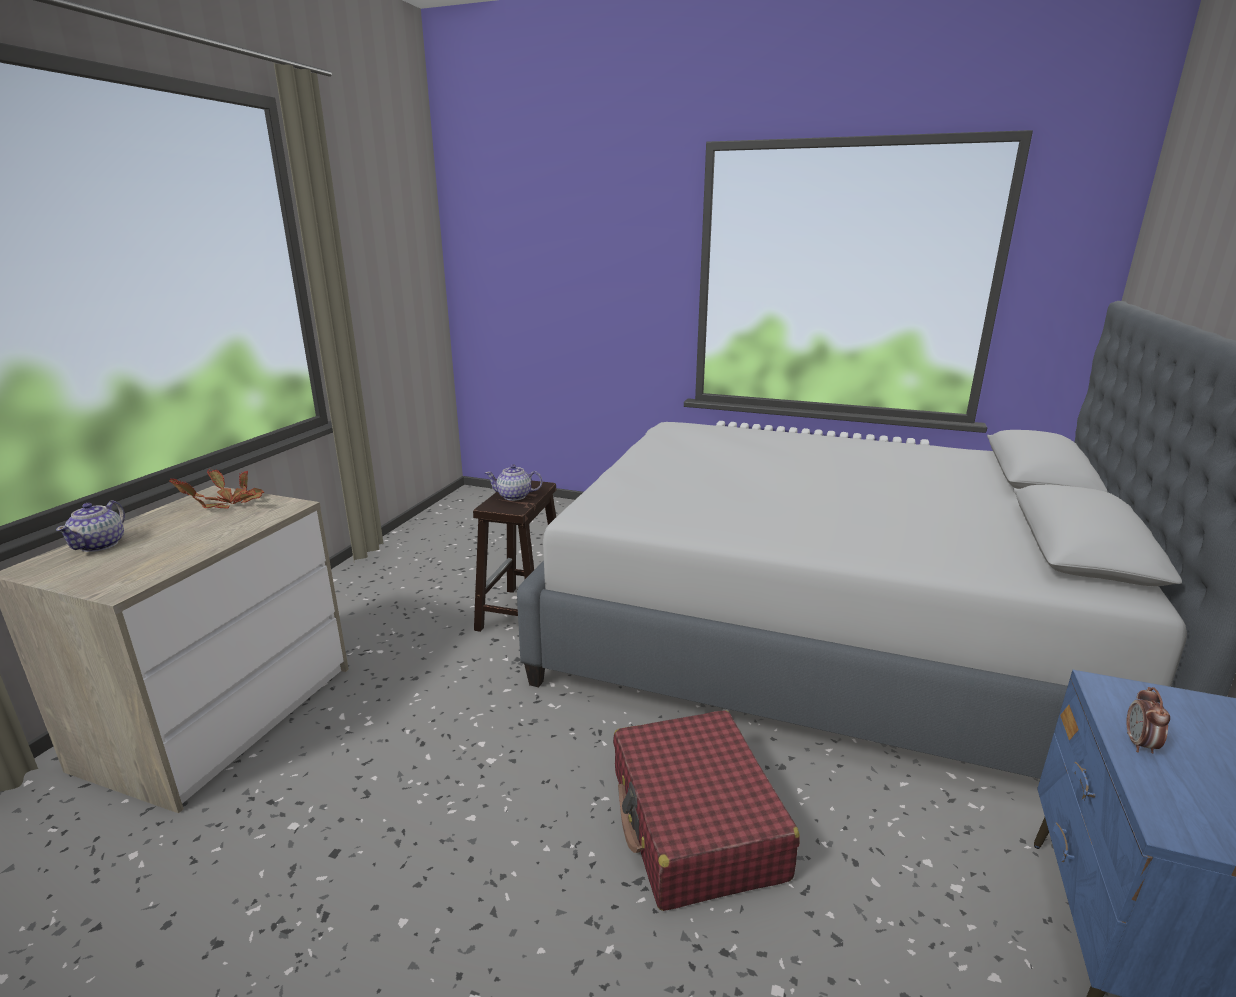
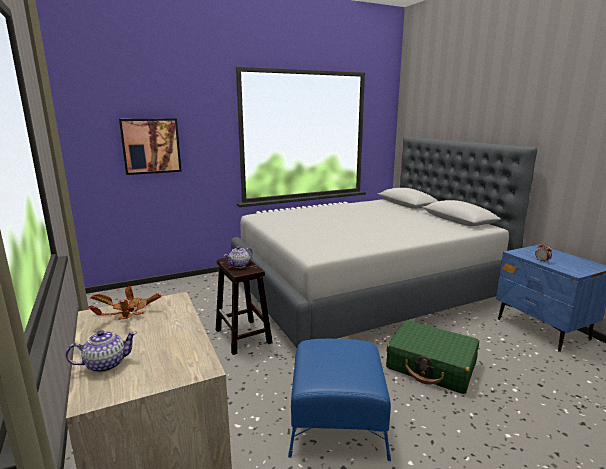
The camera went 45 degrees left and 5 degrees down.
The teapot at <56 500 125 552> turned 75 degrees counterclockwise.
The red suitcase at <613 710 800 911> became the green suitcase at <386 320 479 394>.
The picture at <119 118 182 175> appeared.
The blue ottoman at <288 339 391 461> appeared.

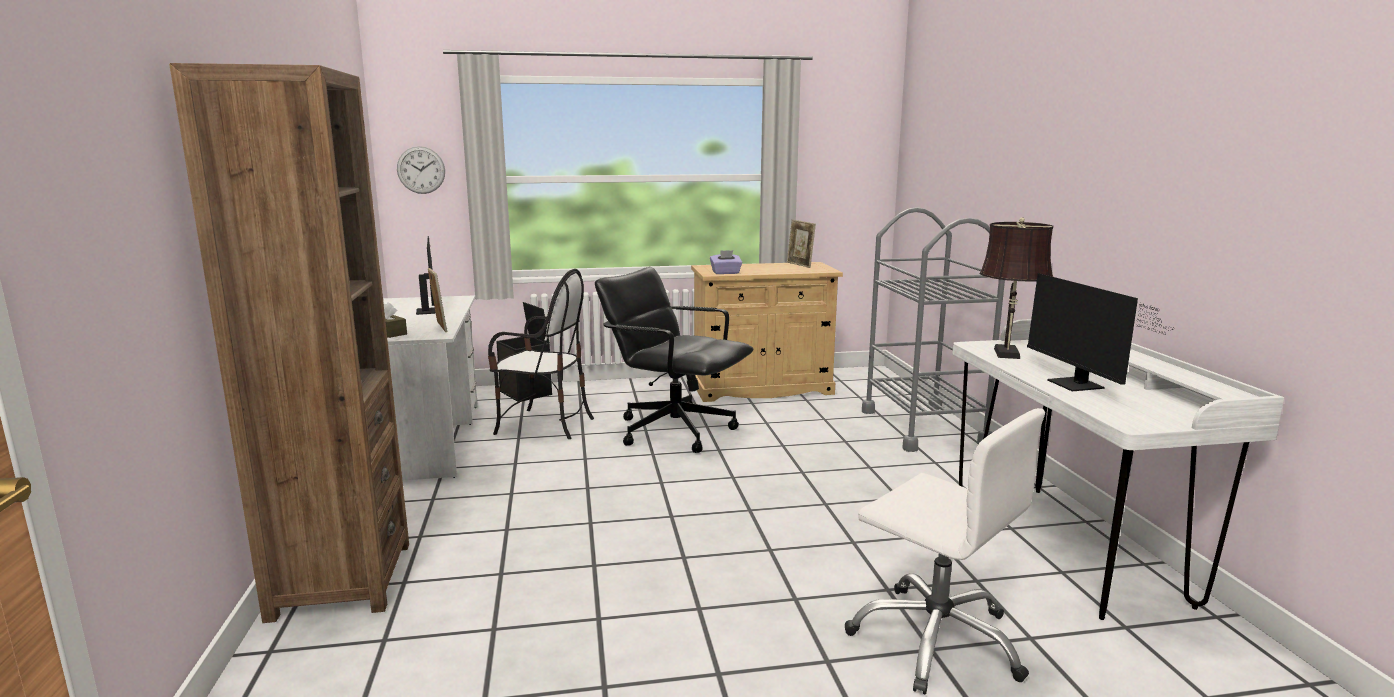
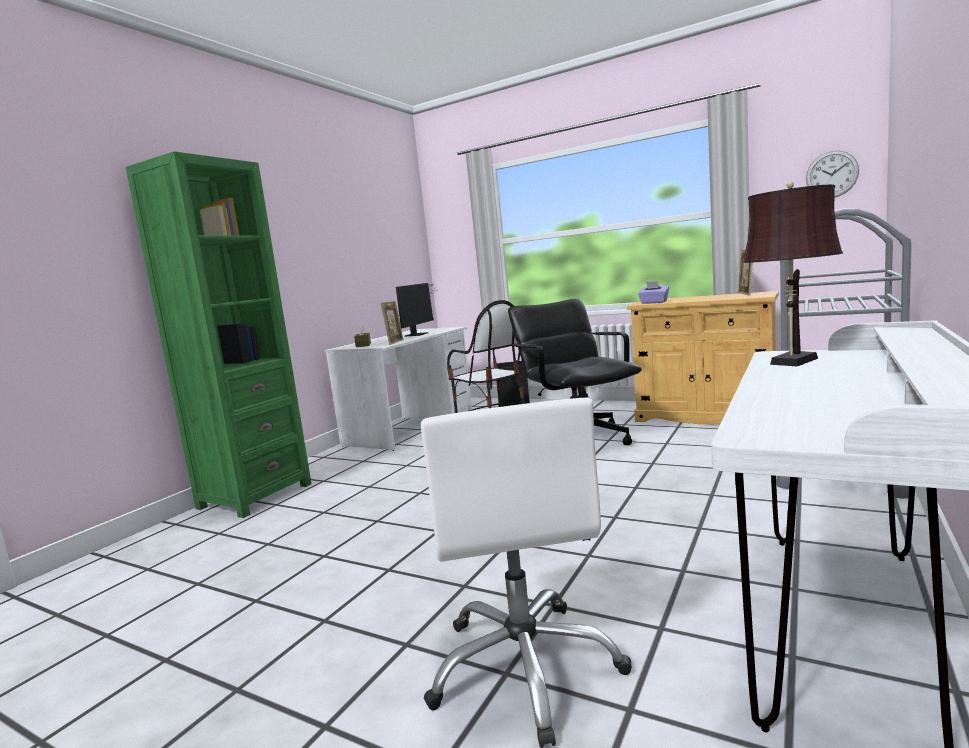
The camera went 40 degrees right and 5 degrees down.
The brown bookcase at <169 63 409 623> became the green bookcase at <126 151 312 518>.
The wall clock moved from <397 146 445 194> to <806 150 859 198>.
The monitor at <1027 273 1173 391> disappeared.

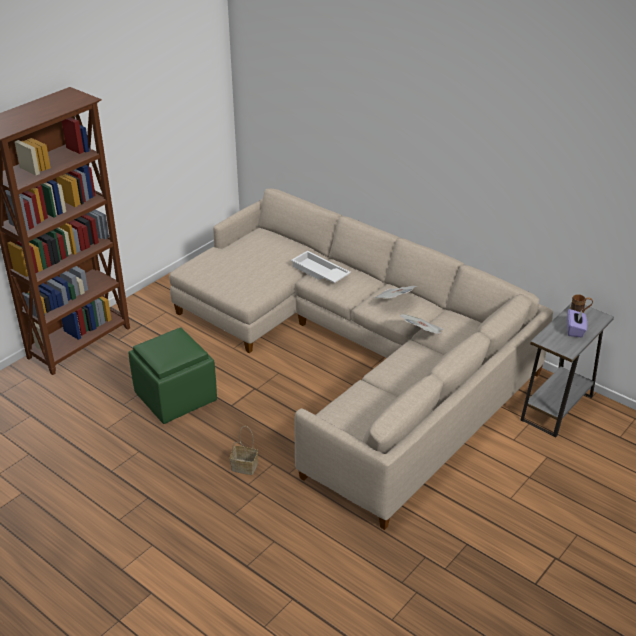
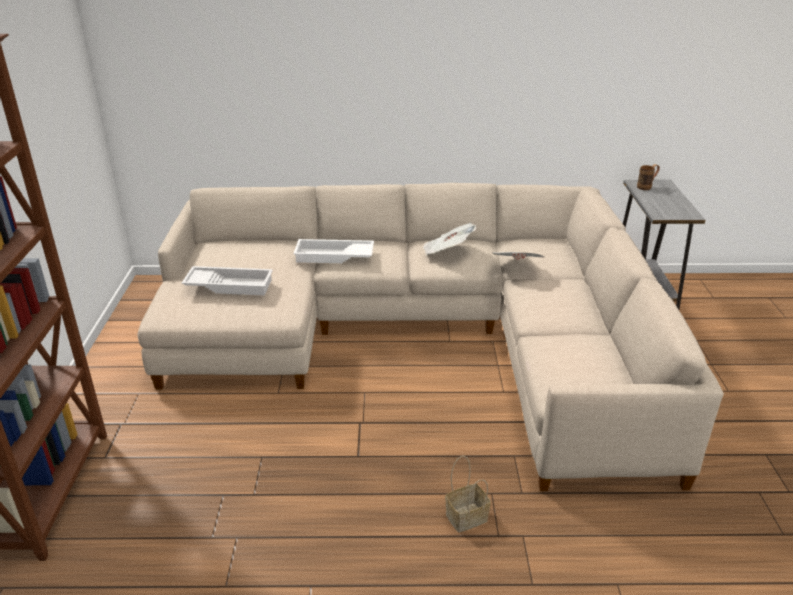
The camera went 40 degrees left and 5 degrees down.
The green ottoman at <128 327 217 424> disappeared.
The purple tissue box at <567 309 587 337> disappeared.
The white tray at <182 266 273 295> appeared.

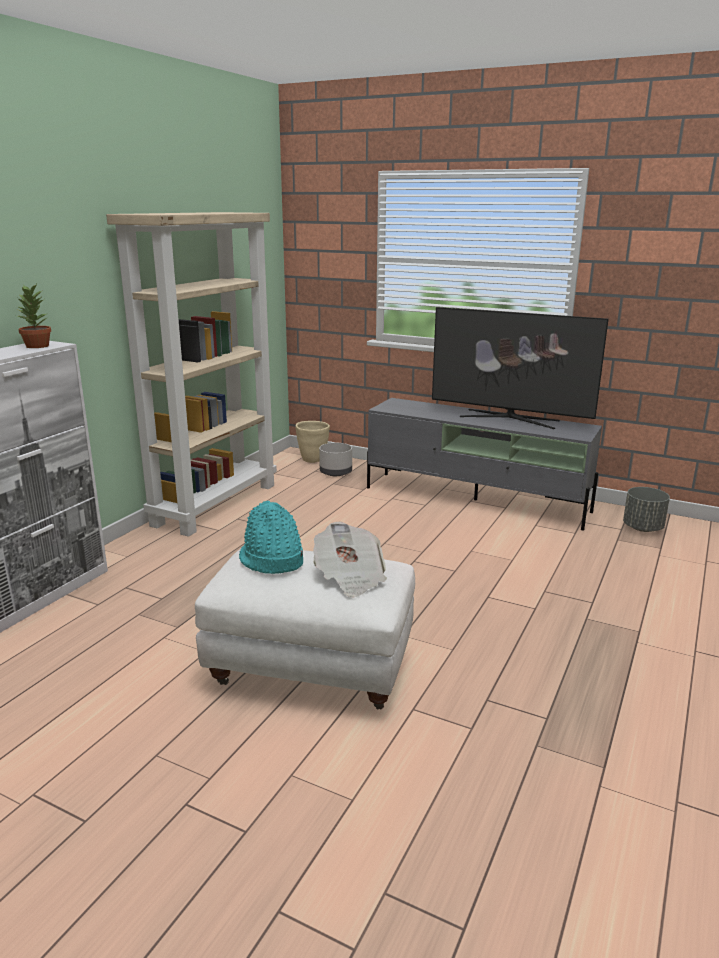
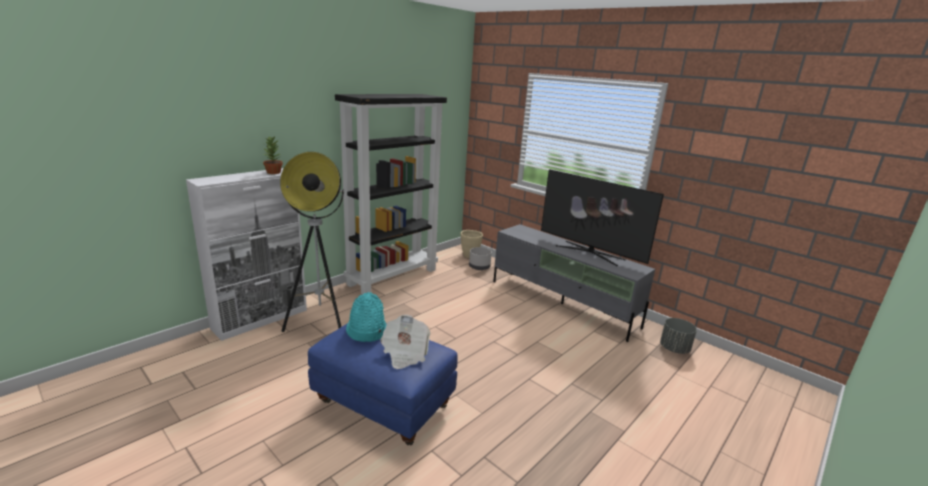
The camera went 15 degrees right and 0 degrees up.
The beige bookcase at <106 212 277 537> became the black bookcase at <335 94 447 295>.
The white ottoman at <195 548 415 710> became the blue ottoman at <308 323 458 445>.
The floor lamp at <280 152 345 332> appeared.

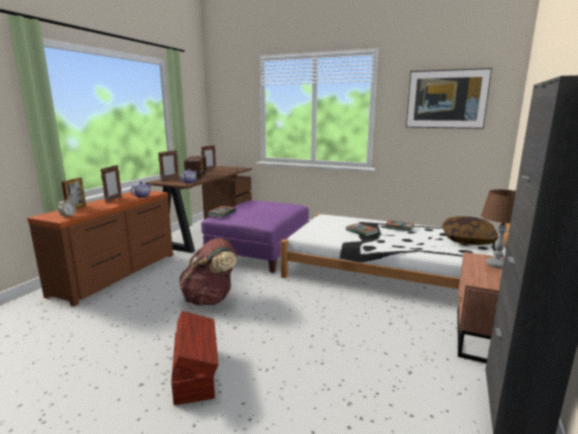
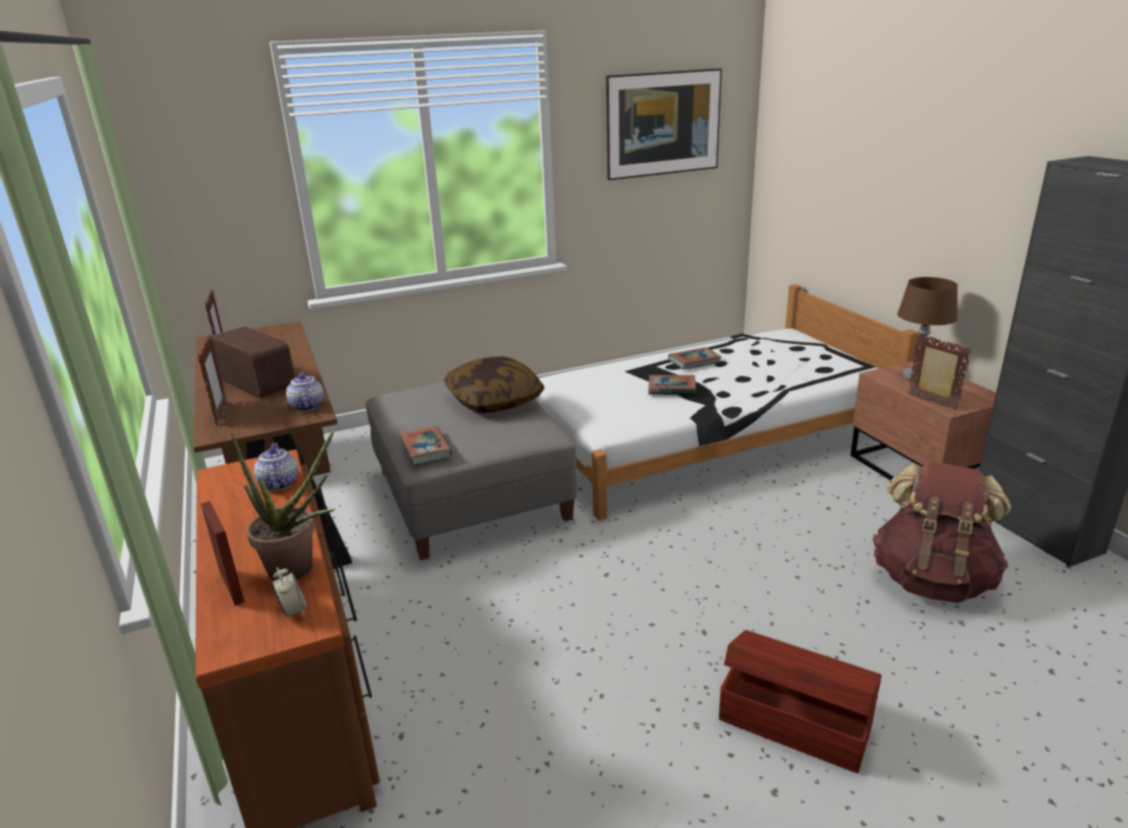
The camera went 45 degrees left and 10 degrees up.
The picture frame moved from <100 165 122 203> to <908 334 971 410>.
The brown backpack moved from <179 238 237 305> to <873 461 1011 603>.
The purple ottoman at <201 200 309 273> became the grey ottoman at <366 382 577 560>.
The pillow moved from <442 216 499 245> to <444 356 544 413>.
The potted plant at <231 430 335 581> appeared.

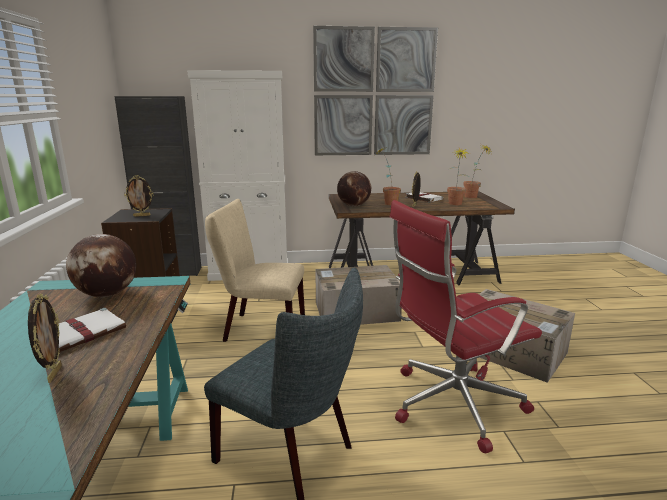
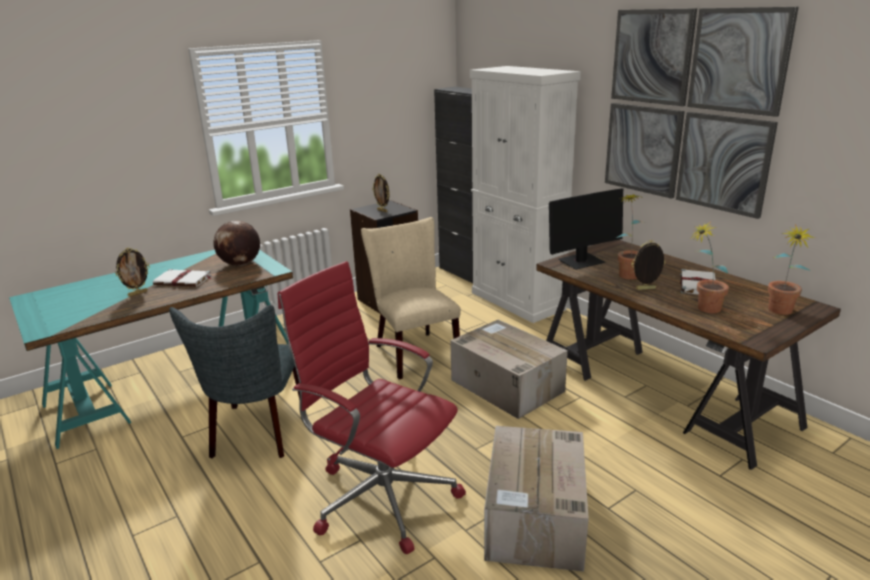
The camera went 60 degrees right and 5 degrees up.
The globe at <337 171 371 206> was replaced by the monitor at <549 188 623 270>.

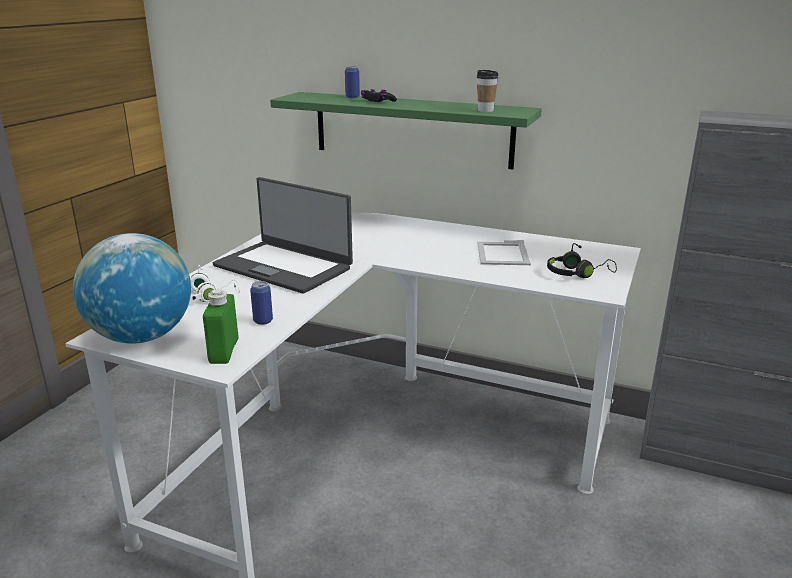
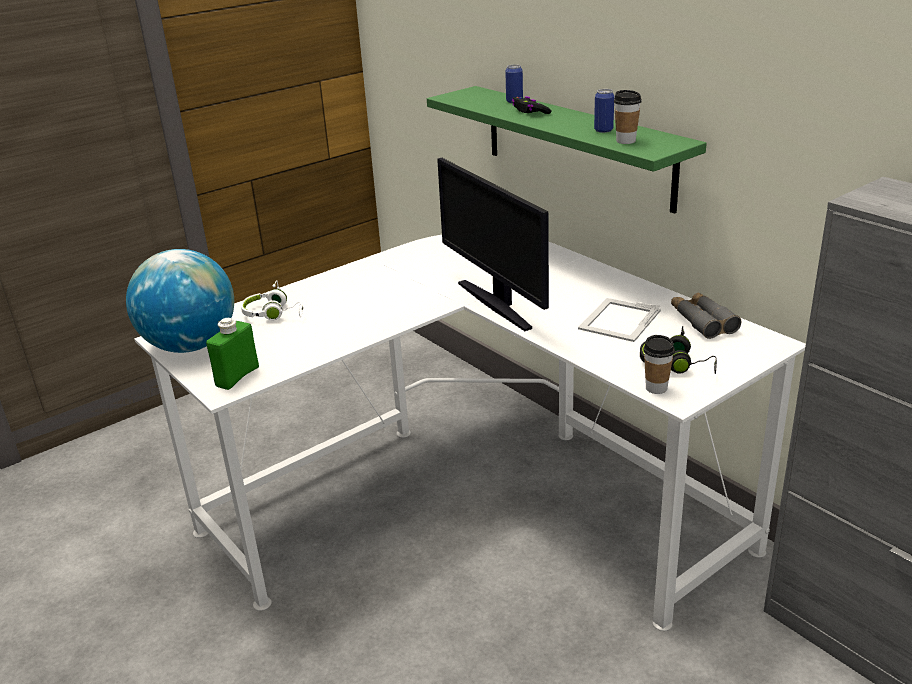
The camera went 30 degrees right and 5 degrees up.
The laptop at <213 177 353 293> disappeared.
The can moved from <250 281 273 325> to <594 89 614 133>.
The monitor at <437 158 549 331> appeared.
The cup at <643 335 675 394> appeared.
The grey binoculars at <671 292 741 339> appeared.

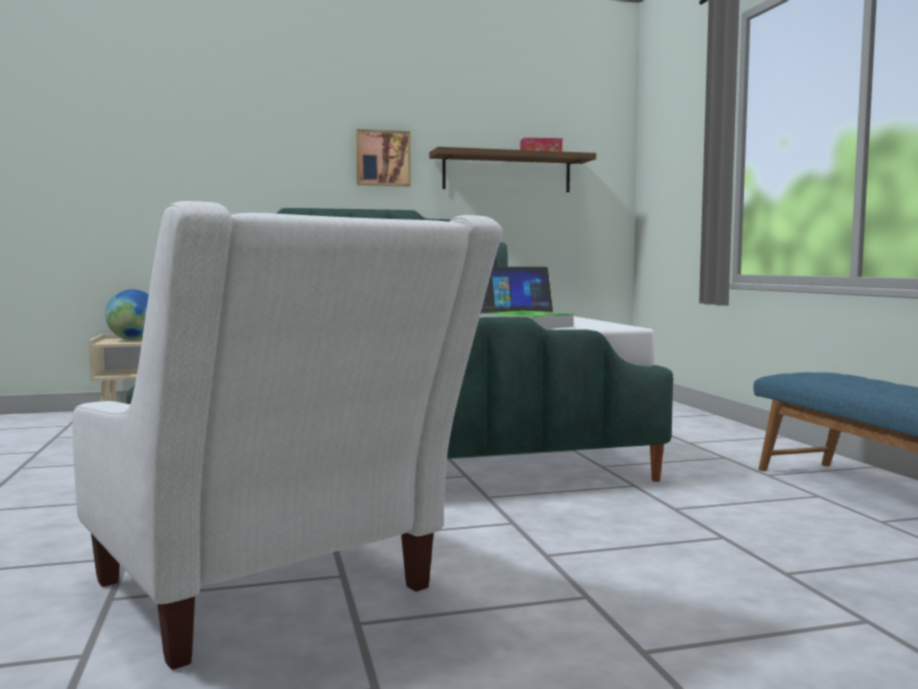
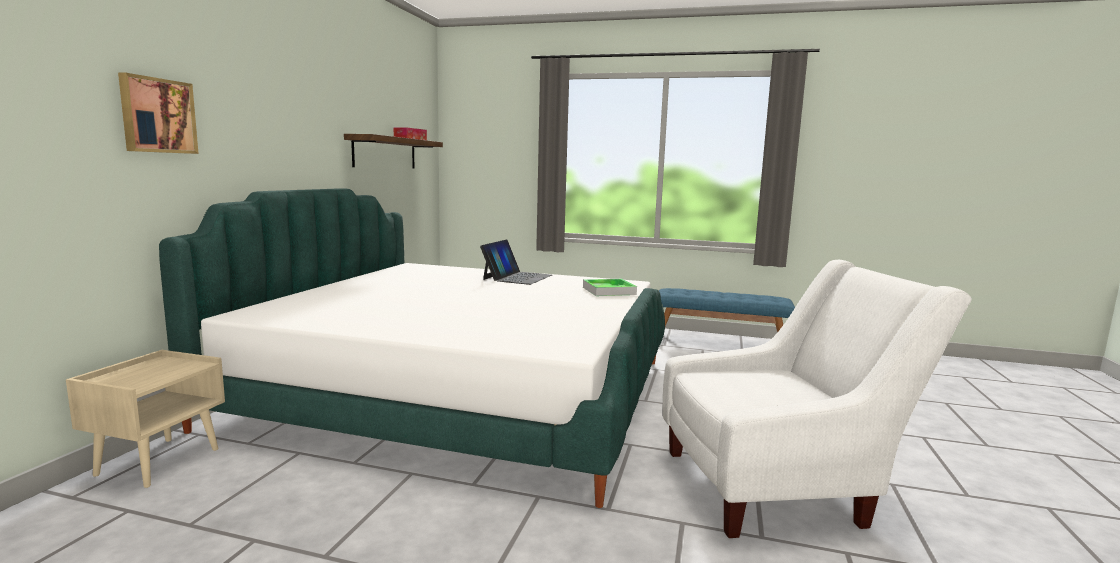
The camera went 60 degrees left and 5 degrees up.
The globe at <105 289 149 340> disappeared.
The picture moved from <356 129 411 187> to <118 72 199 154>.

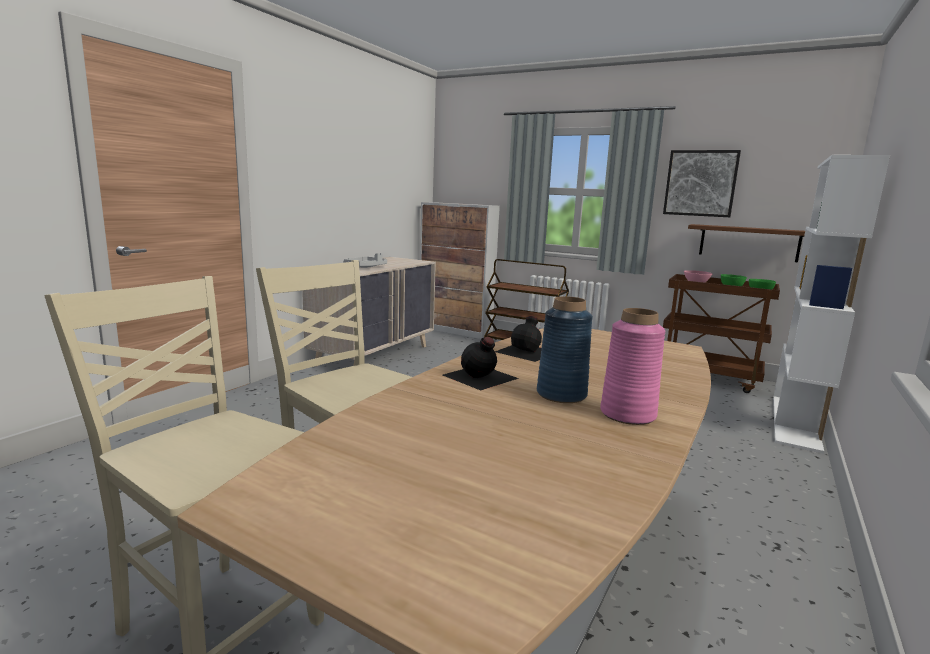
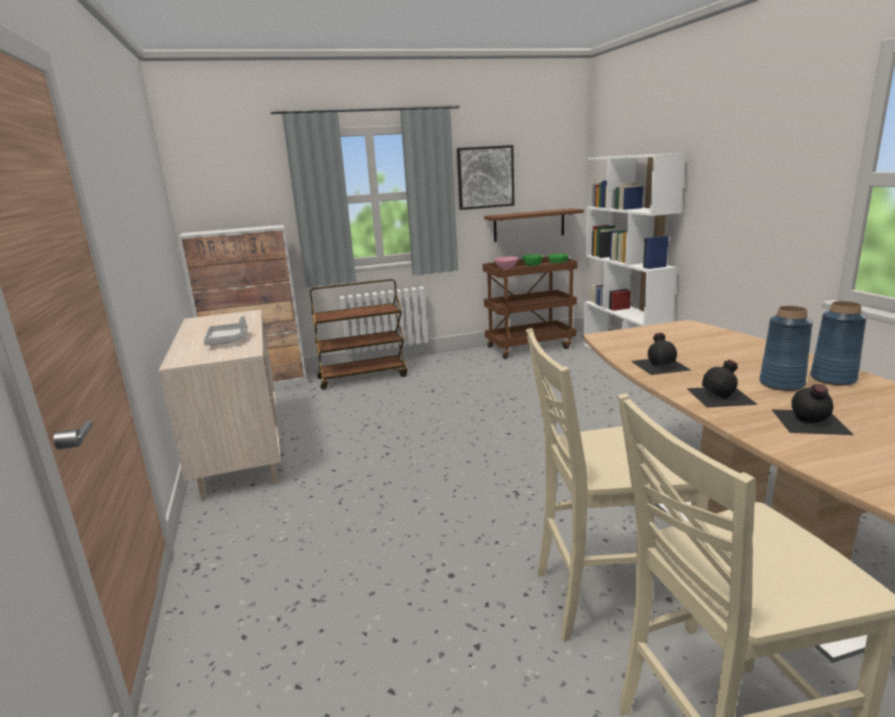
The camera went 45 degrees left and 5 degrees up.
The pink vase at <600 308 665 425> became the blue vase at <810 301 867 386>.
The black bottle at <771 384 853 435> appeared.

